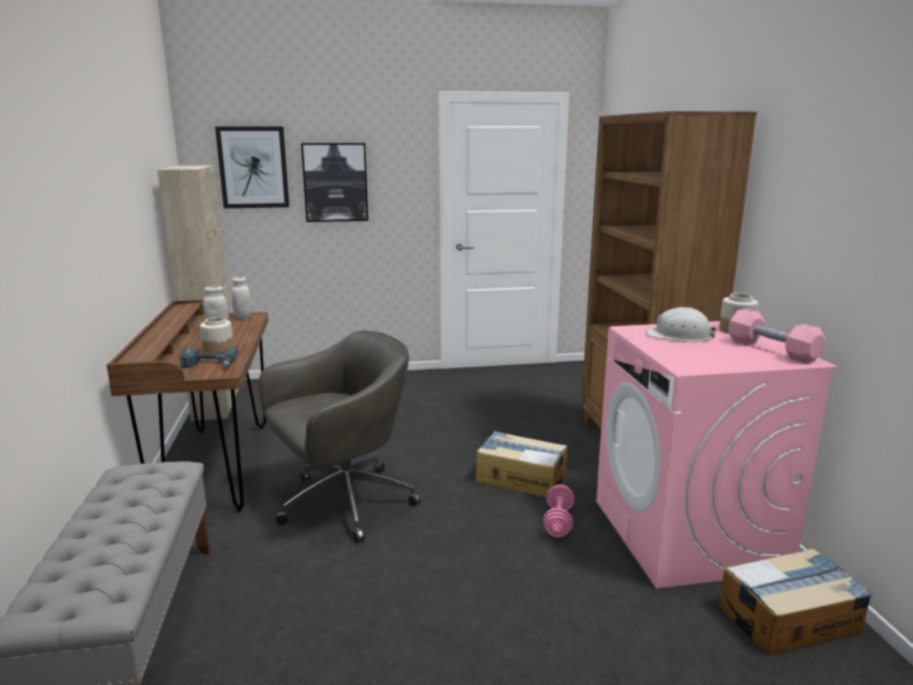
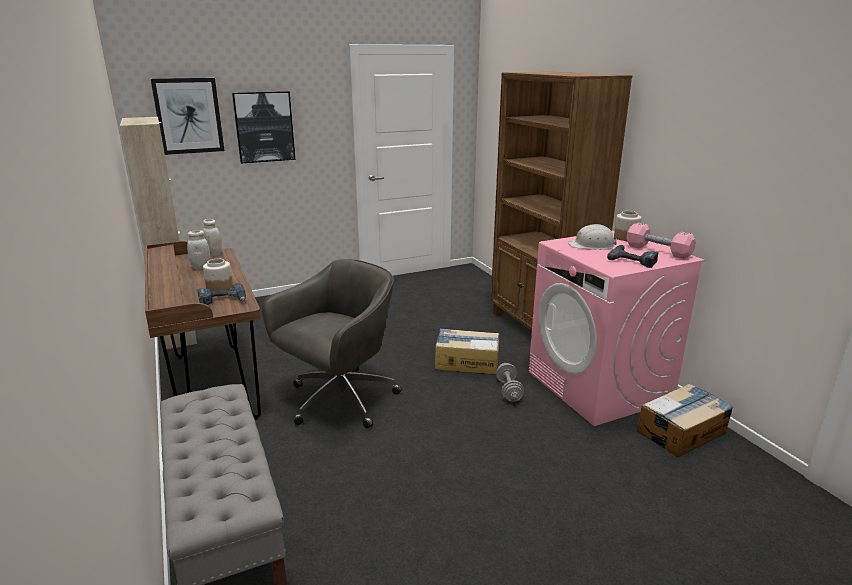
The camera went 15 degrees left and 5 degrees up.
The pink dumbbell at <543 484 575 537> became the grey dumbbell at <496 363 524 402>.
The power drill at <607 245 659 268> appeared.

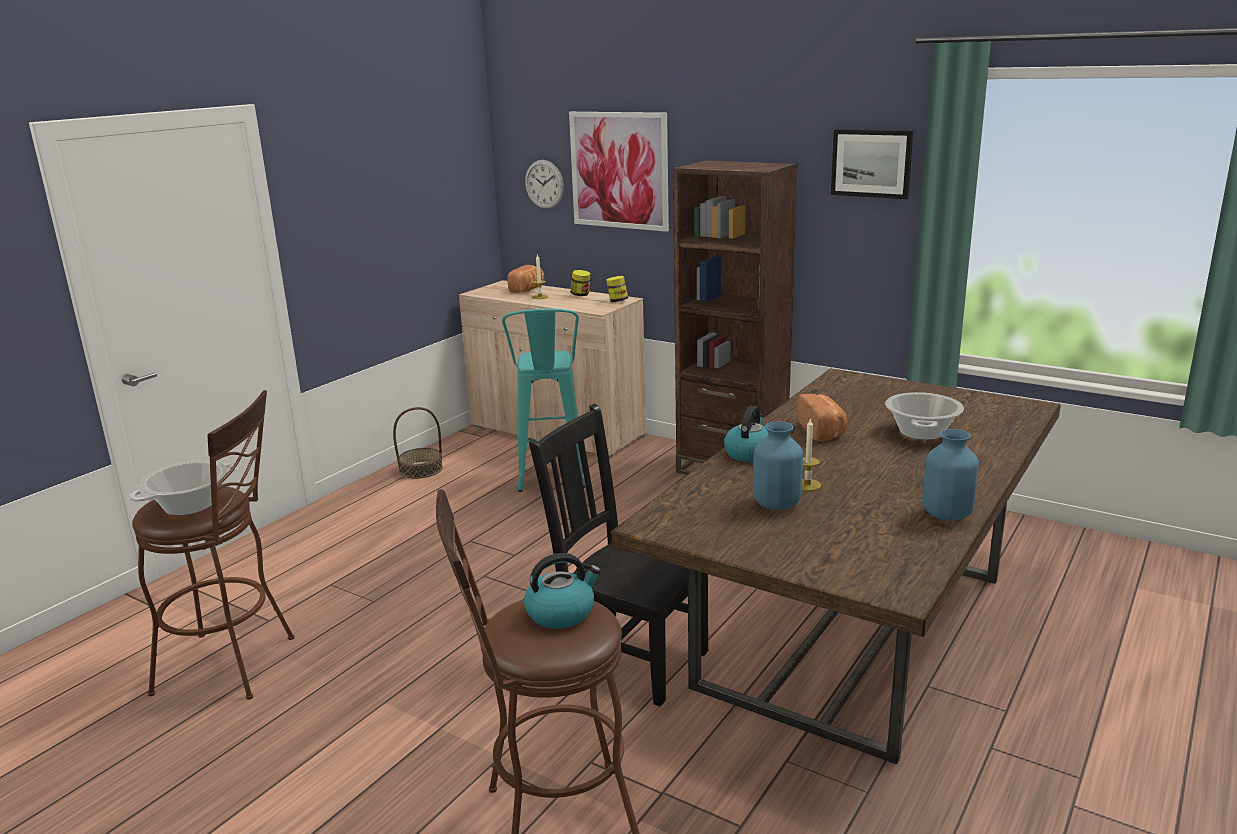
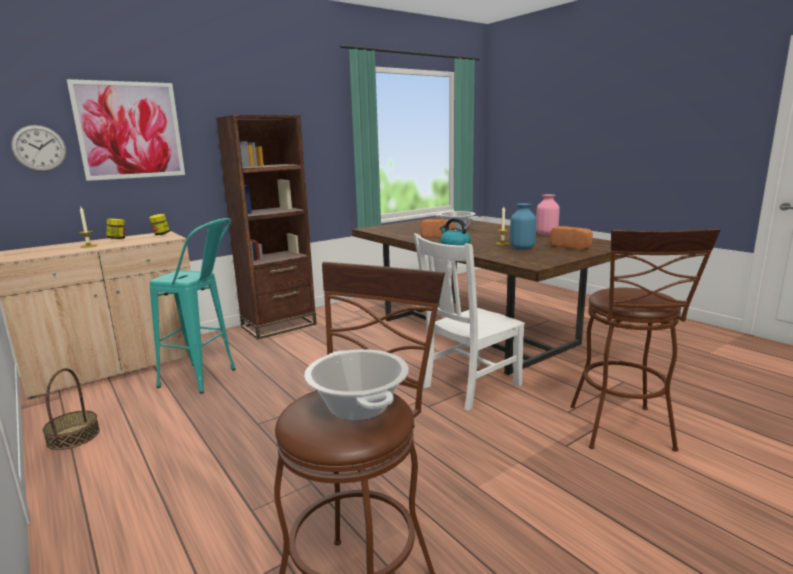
The camera went 70 degrees left and 5 degrees down.
The bread moved from <507 265 544 293> to <550 226 593 250>.
The kettle at <524 553 601 629> disappeared.
The black chair at <529 404 708 706> became the white chair at <414 234 525 411>.
The picture at <831 129 913 199> disappeared.
The blue vase at <922 429 979 521> became the pink vase at <536 194 560 235>.

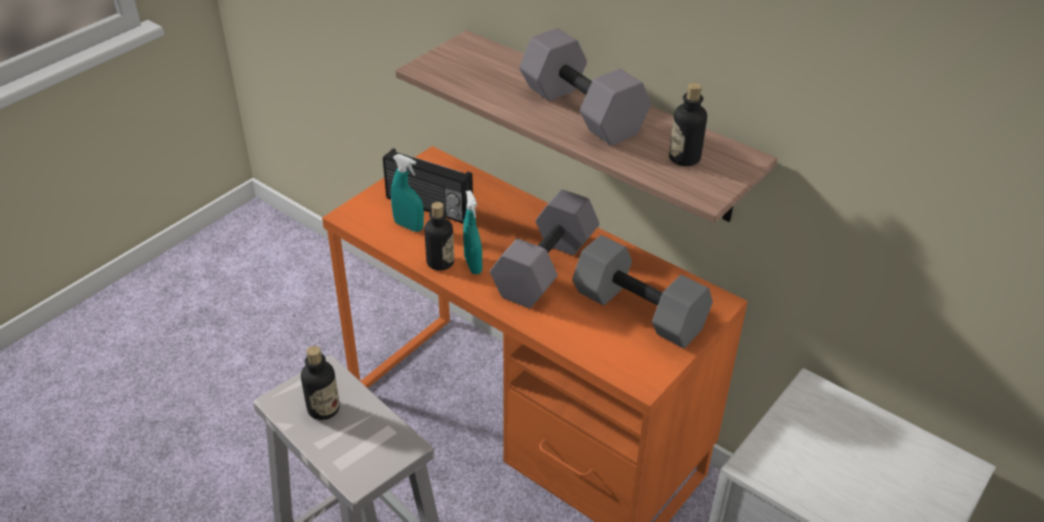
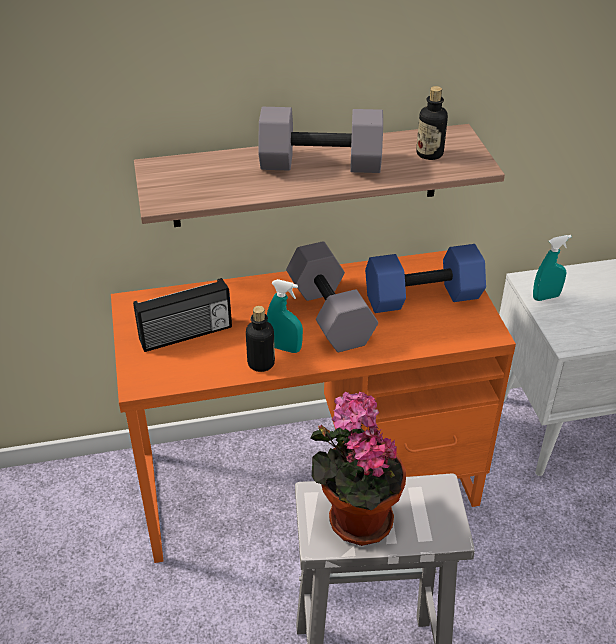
The camera went 50 degrees left and 0 degrees up.
The bottle at <301 346 340 420> was replaced by the potted plant at <310 391 406 546>.
The turquoise spray bottle moved from <391 154 424 232> to <533 235 572 301>.
The grey dumbbell at <572 235 713 348> became the blue dumbbell at <365 244 486 313>.

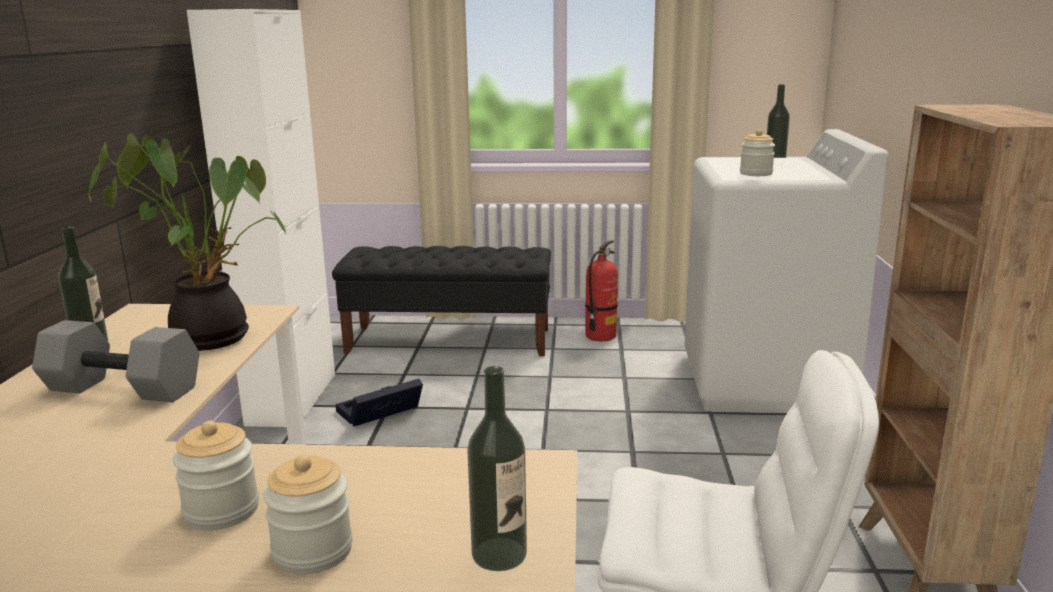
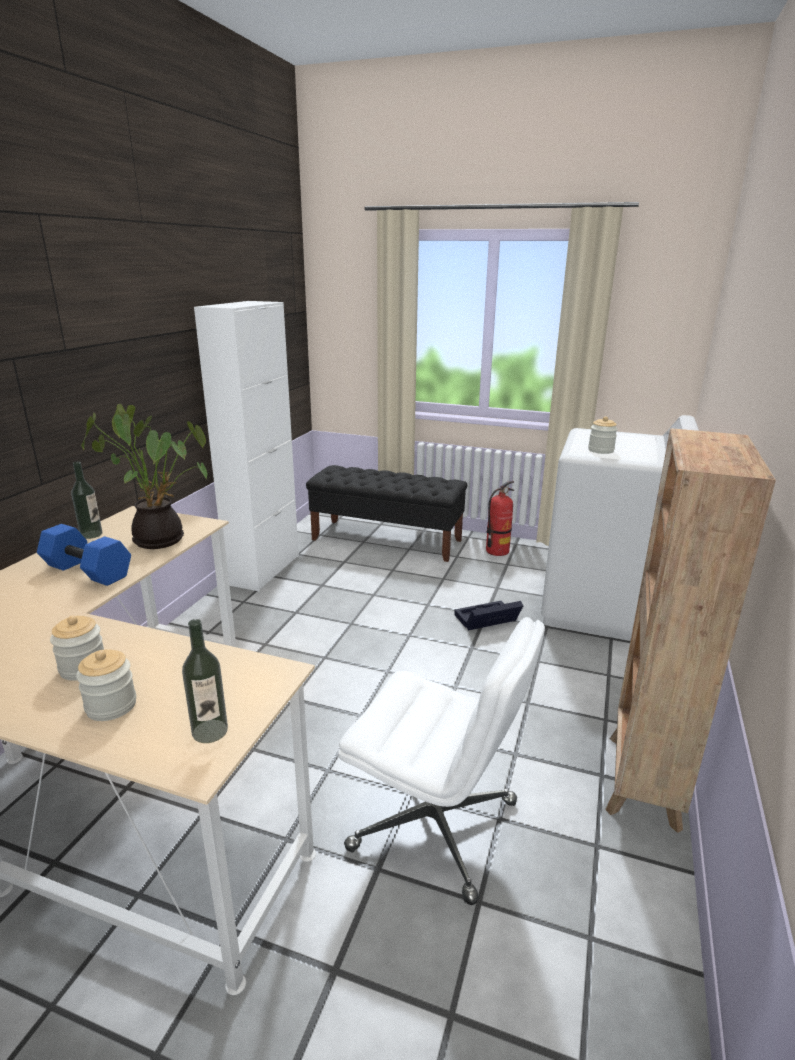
The camera went 15 degrees right and 5 degrees up.
The grey dumbbell at <32 320 199 402> became the blue dumbbell at <37 524 131 586>.
The black storage box moved from <336 379 423 426> to <454 601 523 630>.
The bottle at <767 84 790 163> disappeared.

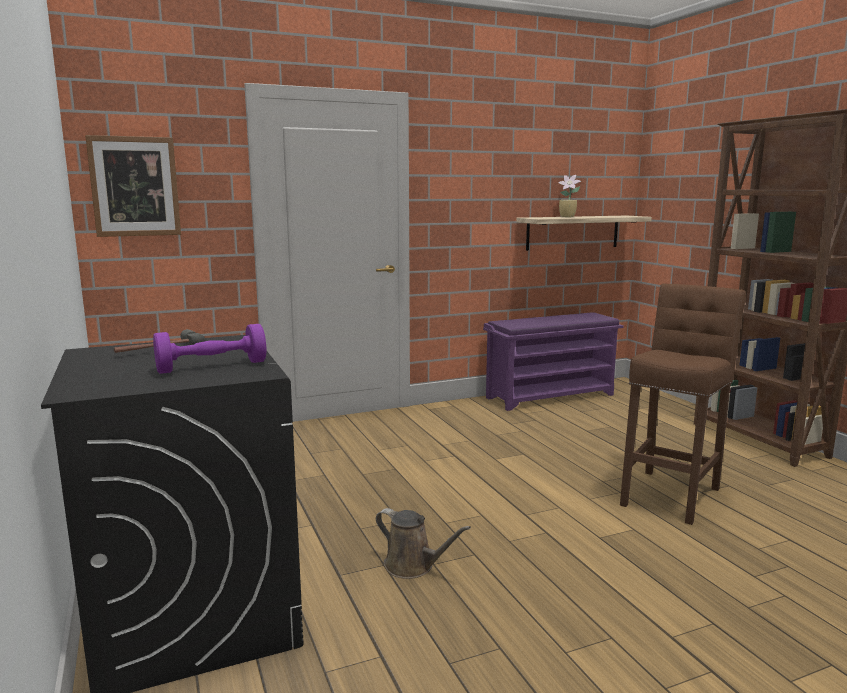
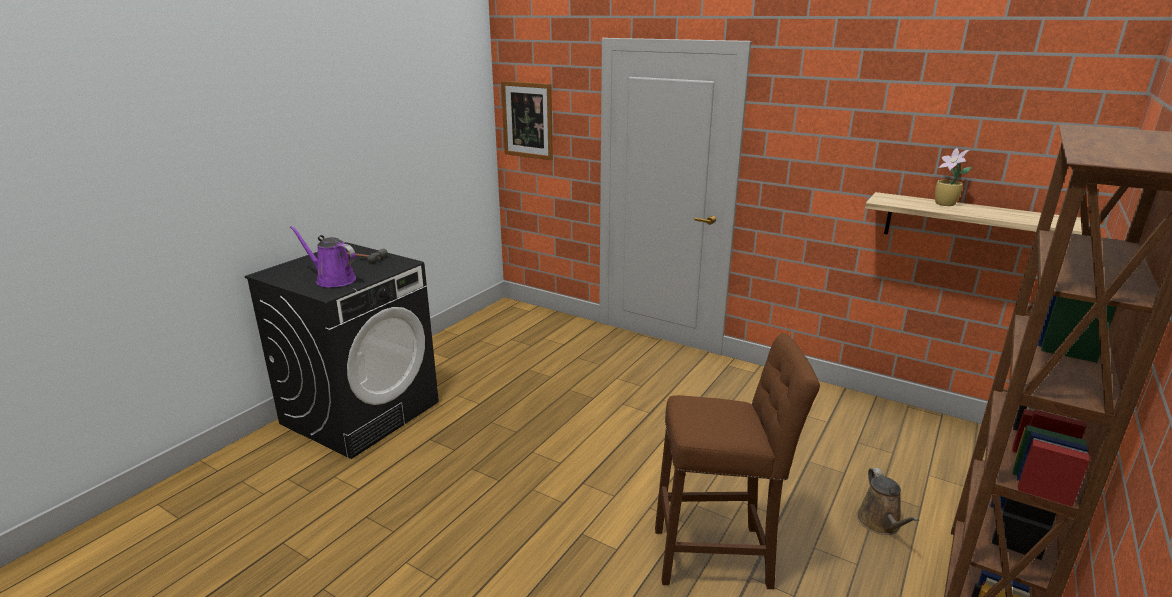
The camera went 55 degrees right and 10 degrees up.
The purple dumbbell at <153 324 266 374> was replaced by the purple watering can at <290 226 356 288>.
The brown watering can moved from <376 508 471 579> to <857 468 919 535>.
The purple shoe rack at <483 312 624 411> disappeared.

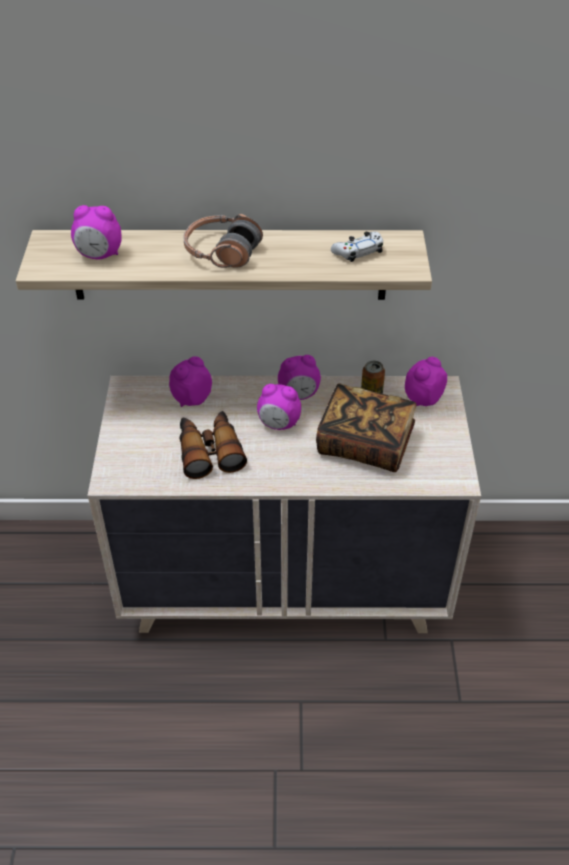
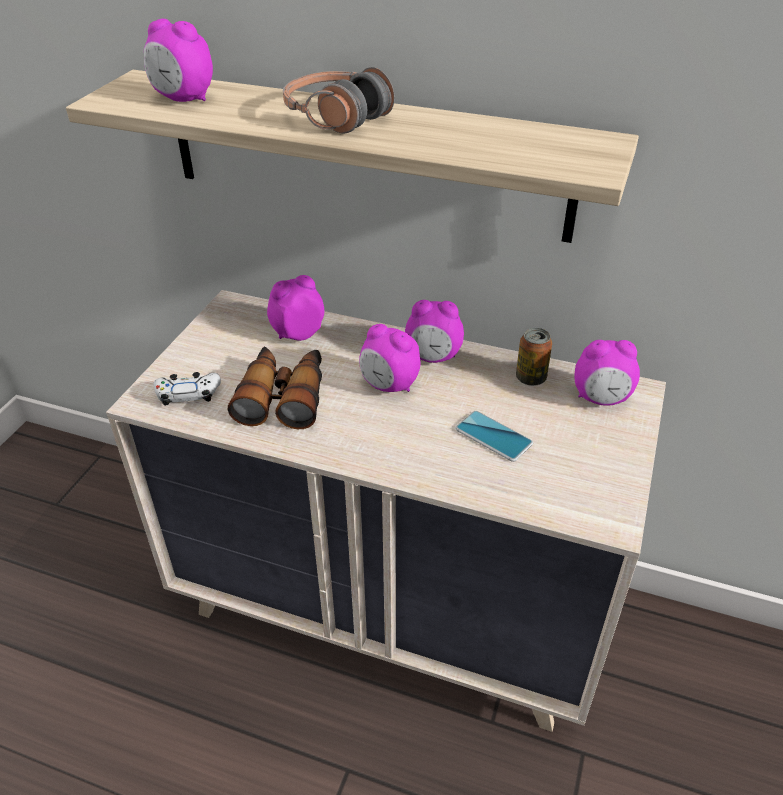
The camera went 20 degrees right and 5 degrees down.
The book at <316 383 417 472> was replaced by the phone at <455 411 533 462>.
The white game controller moved from <331 232 383 262> to <153 372 221 406>.
The alarm clock at <405 357 447 406> turned 150 degrees counterclockwise.

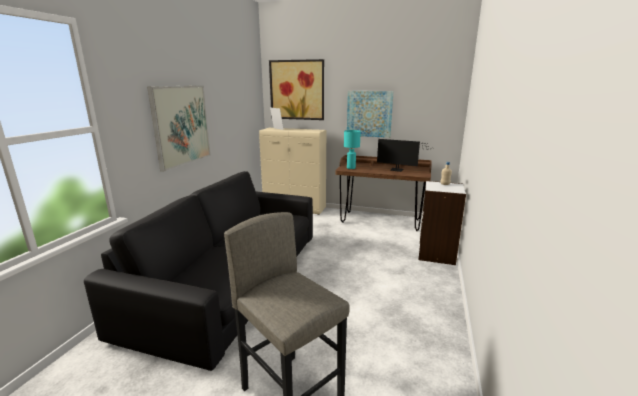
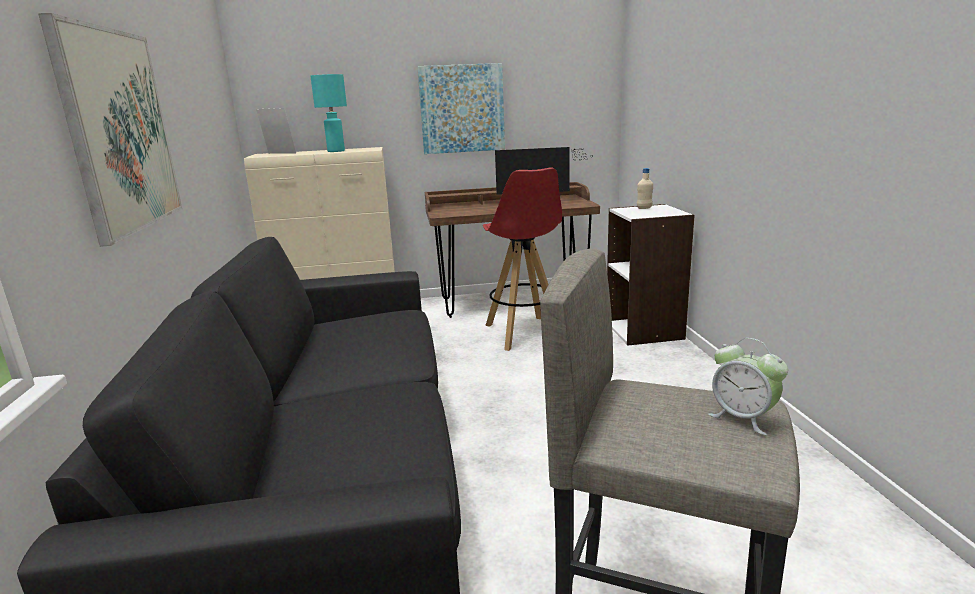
The camera went 25 degrees left and 0 degrees up.
The picture at <269 59 324 120> disappeared.
The turquoise table lamp moved from <344 130 361 169> to <310 74 347 152>.
The red stool at <483 167 562 351> appeared.
The alarm clock at <708 338 788 435> appeared.

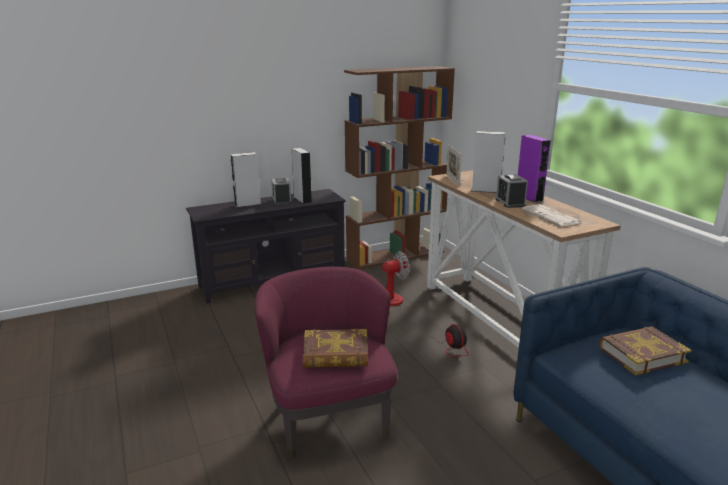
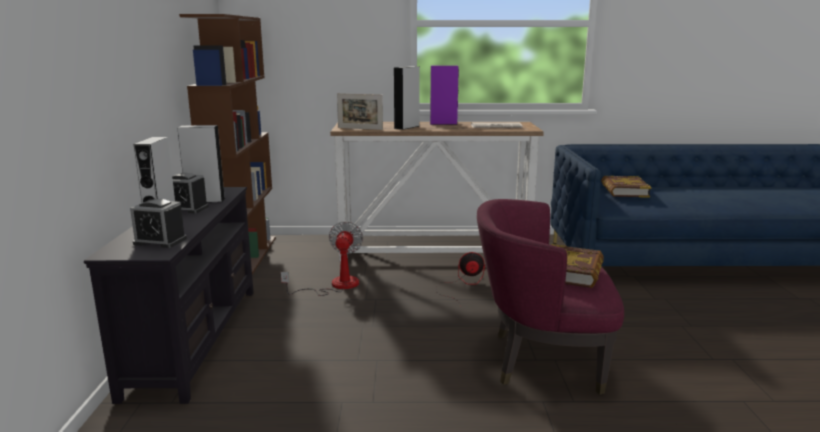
The camera went 65 degrees left and 5 degrees down.
The alarm clock moved from <495 174 528 208> to <130 199 187 248>.

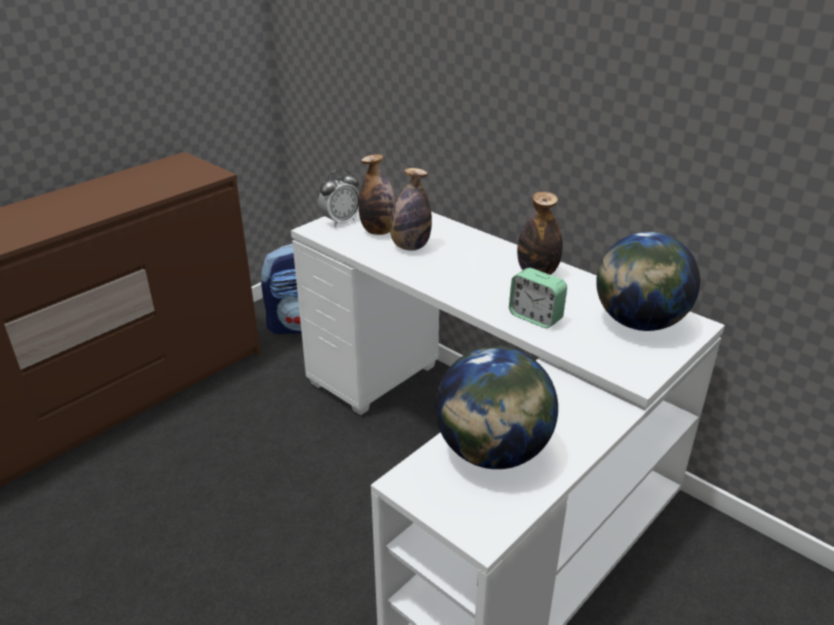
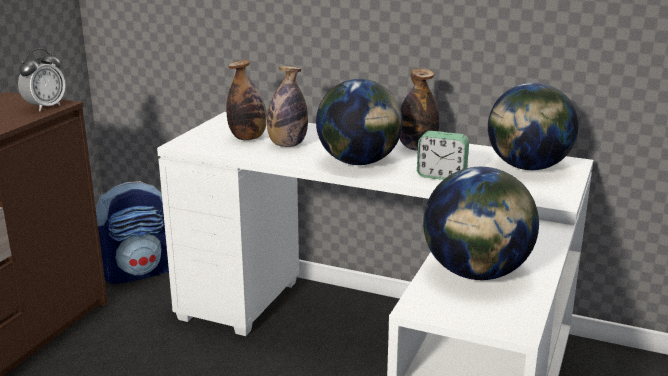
The camera went 20 degrees left and 10 degrees down.
The alarm clock moved from <318 169 359 227> to <18 49 66 111>.
The globe at <316 79 403 165> appeared.

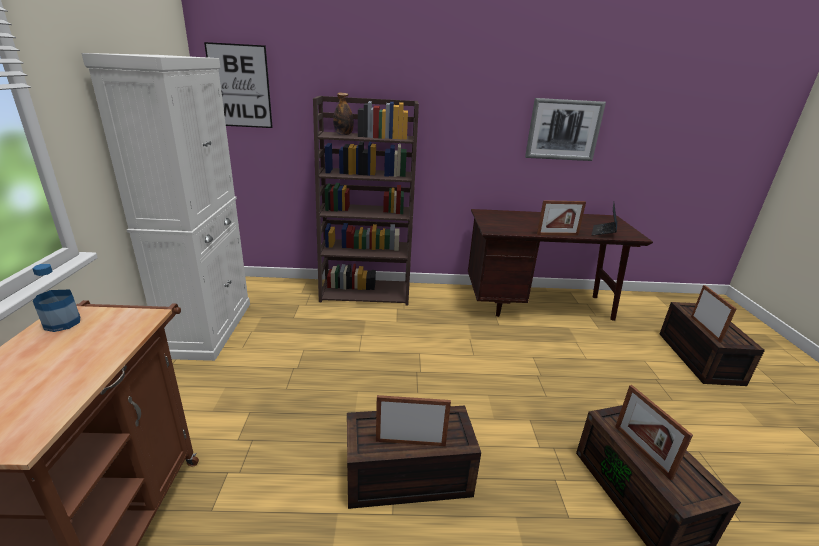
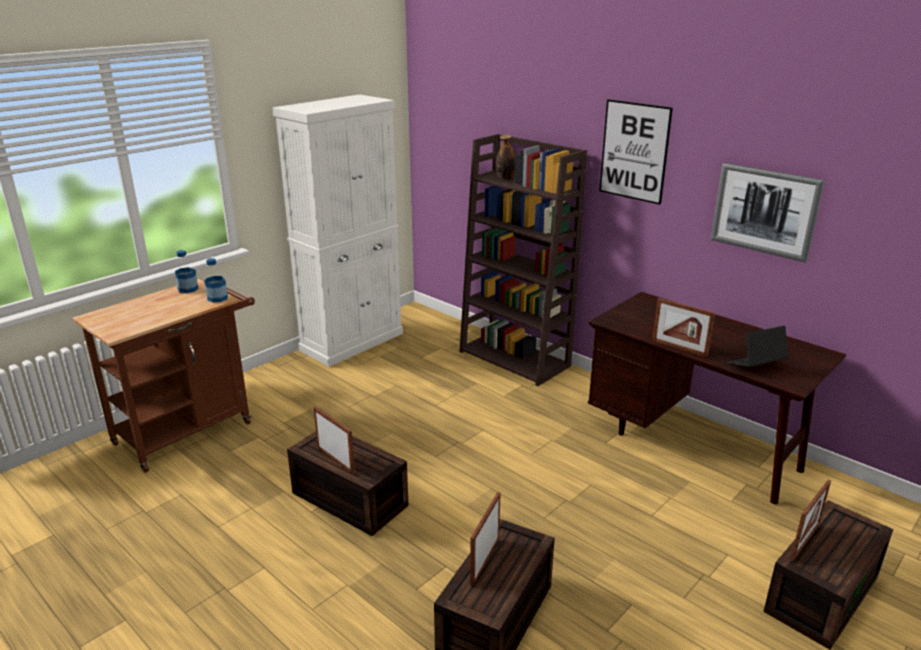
The camera went 45 degrees right and 0 degrees up.
The picture moved from <204 42 273 128> to <599 99 673 205>.
The bottle at <204 258 228 303> appeared.

